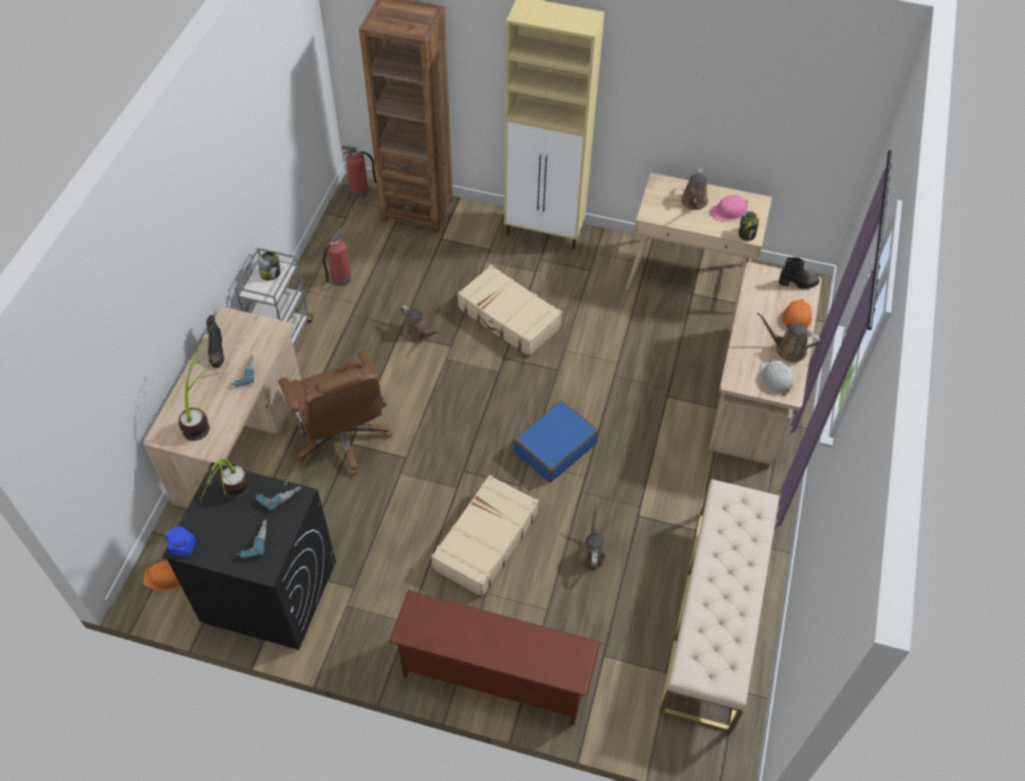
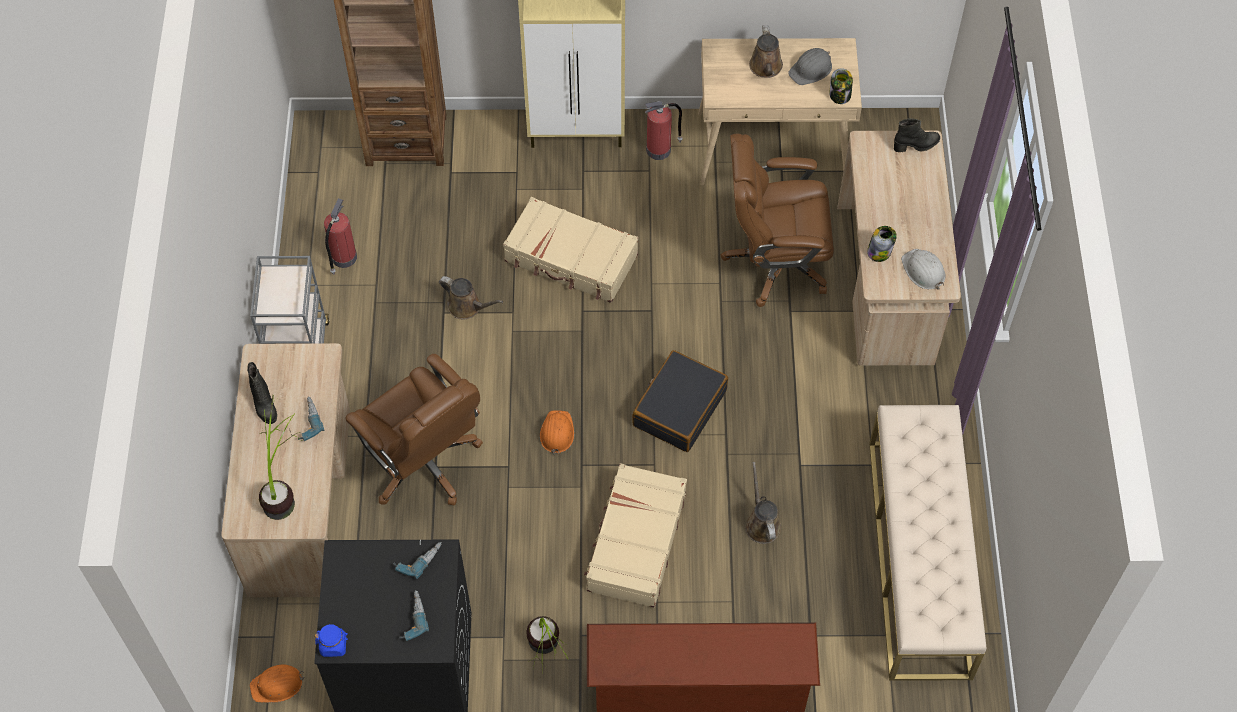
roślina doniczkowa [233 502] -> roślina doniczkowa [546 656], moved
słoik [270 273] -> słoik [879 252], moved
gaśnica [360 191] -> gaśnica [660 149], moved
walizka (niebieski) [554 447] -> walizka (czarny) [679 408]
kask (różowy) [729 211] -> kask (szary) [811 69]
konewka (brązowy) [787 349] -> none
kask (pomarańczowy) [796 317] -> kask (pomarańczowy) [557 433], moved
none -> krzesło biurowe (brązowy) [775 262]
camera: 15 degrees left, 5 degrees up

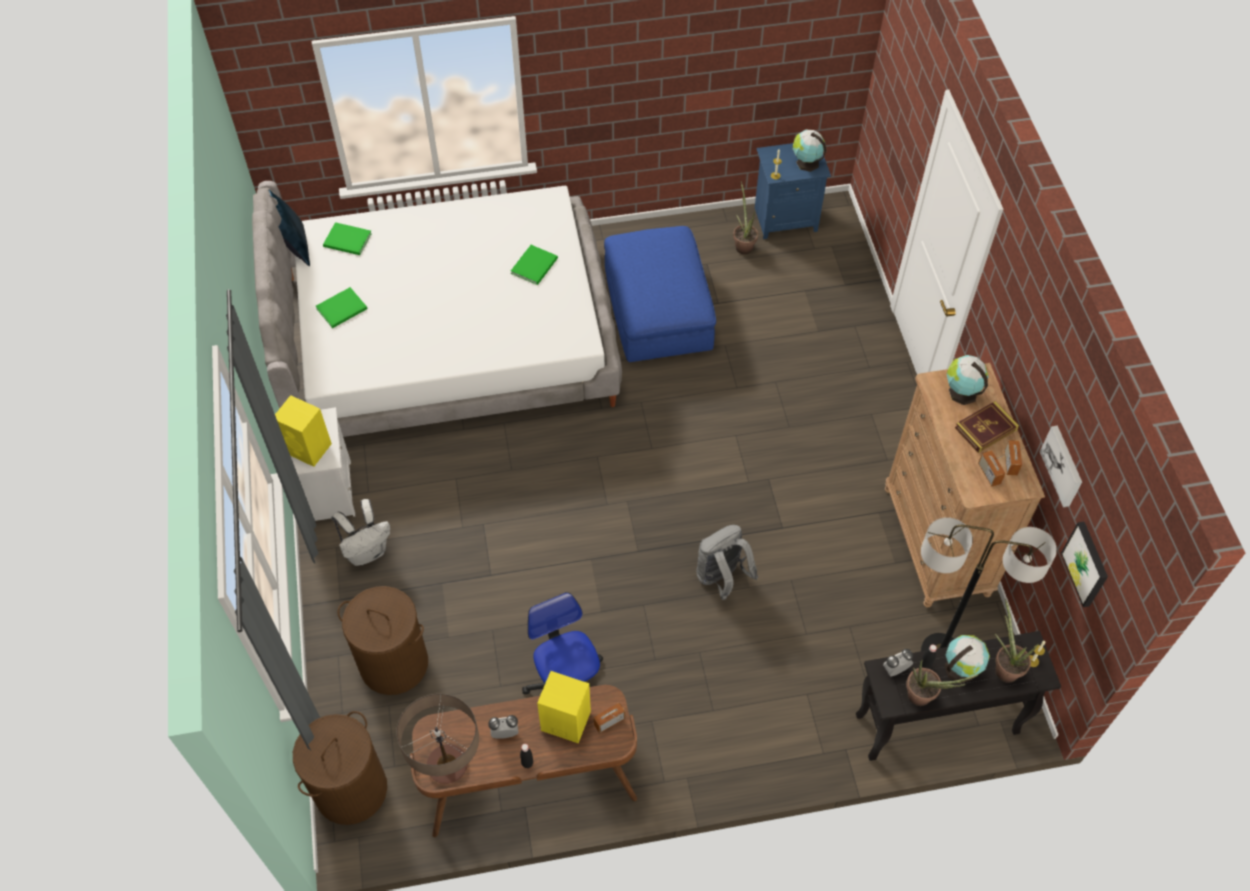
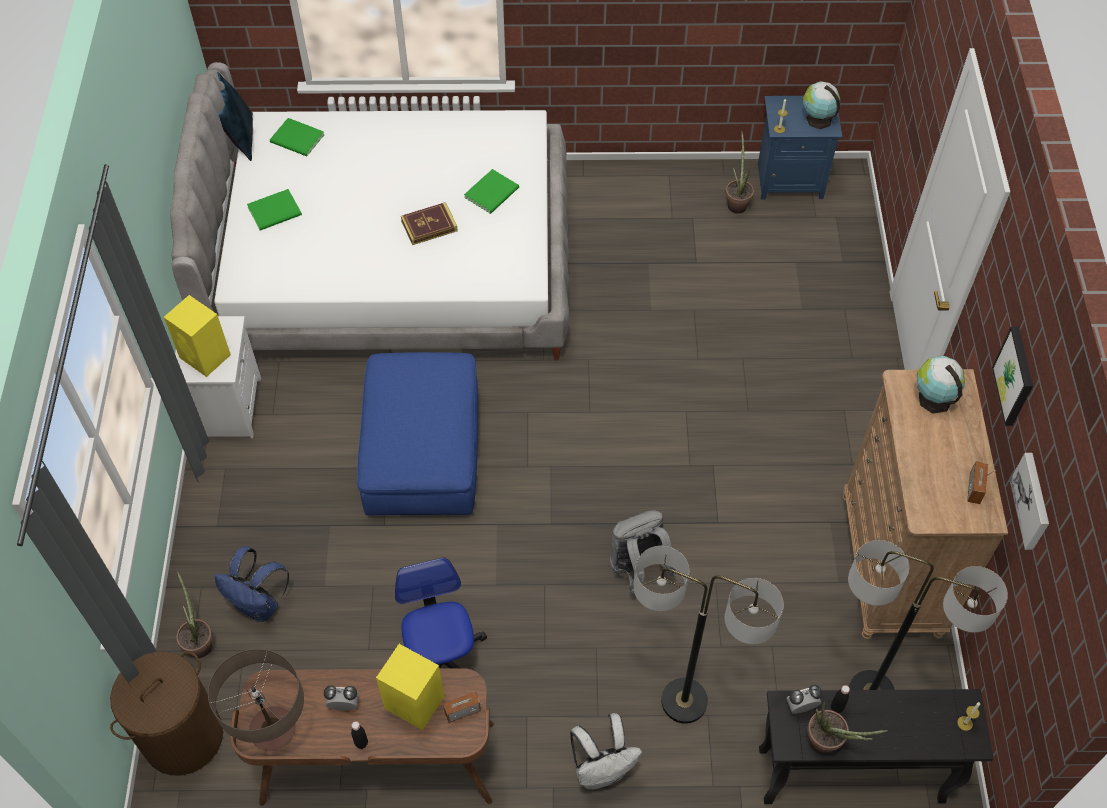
plecak (biały) [367 551] -> plecak (biały) [602 770], moved
kosz na pranie (brązowy) [394 663] -> plecak (niebieski) [259 605]
pufa (niebieski) [657 310] -> pufa (niebieski) [422 450], moved
globus [961 668] -> none
książka [985 429] -> książka [429 226], moved
radio [989 474] -> none
roślina doniczkowa [1004 667] -> roślina doniczkowa [199 641], moved
obraz [1086 564] -> obraz [1015 376], moved
none -> lampa stojąca [684 701]
camera: 10 degrees right, 0 degrees up

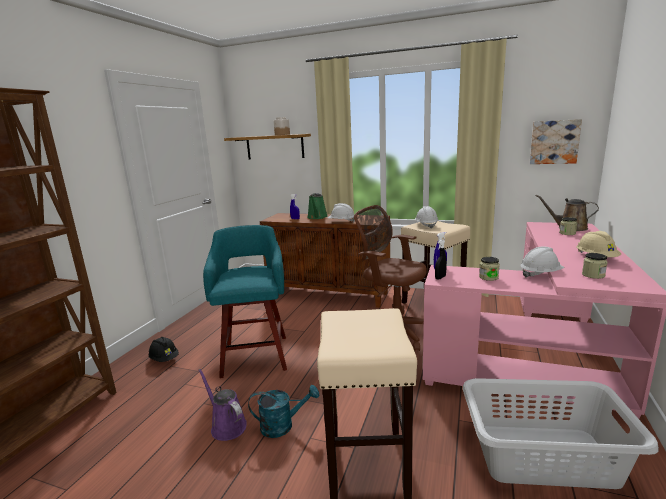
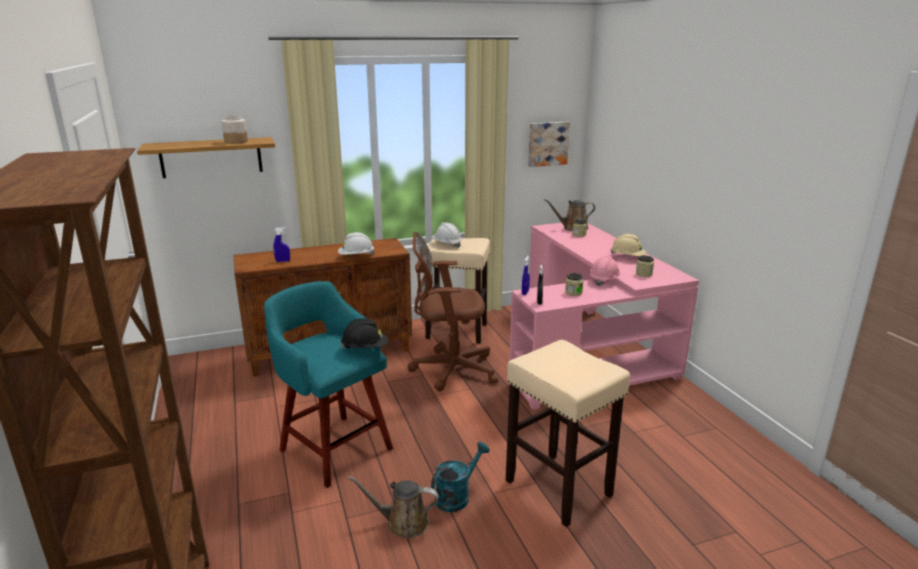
kask (czarny) [164 359] -> kask (czarny) [365 348], moved
konewka (fioletowy) [226 425] -> konewka (brązowy) [403 523]
konewka (zielony) [317 217] -> none
kosz na pranie (szary) [544 456] -> none
kask (biały) [540 274] -> kask (różowy) [604 280]
camera: 40 degrees left, 5 degrees up

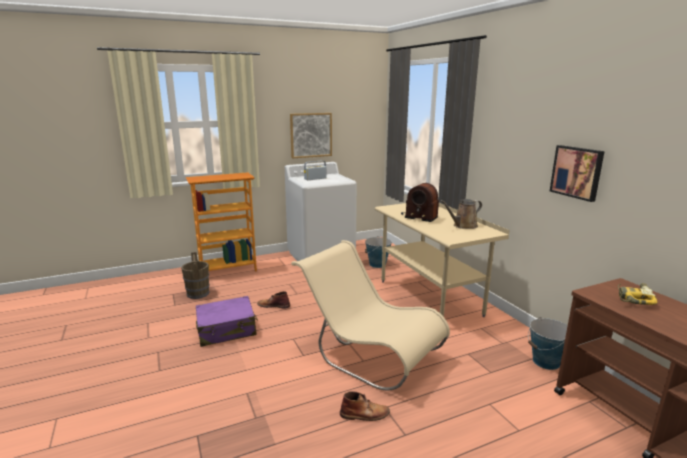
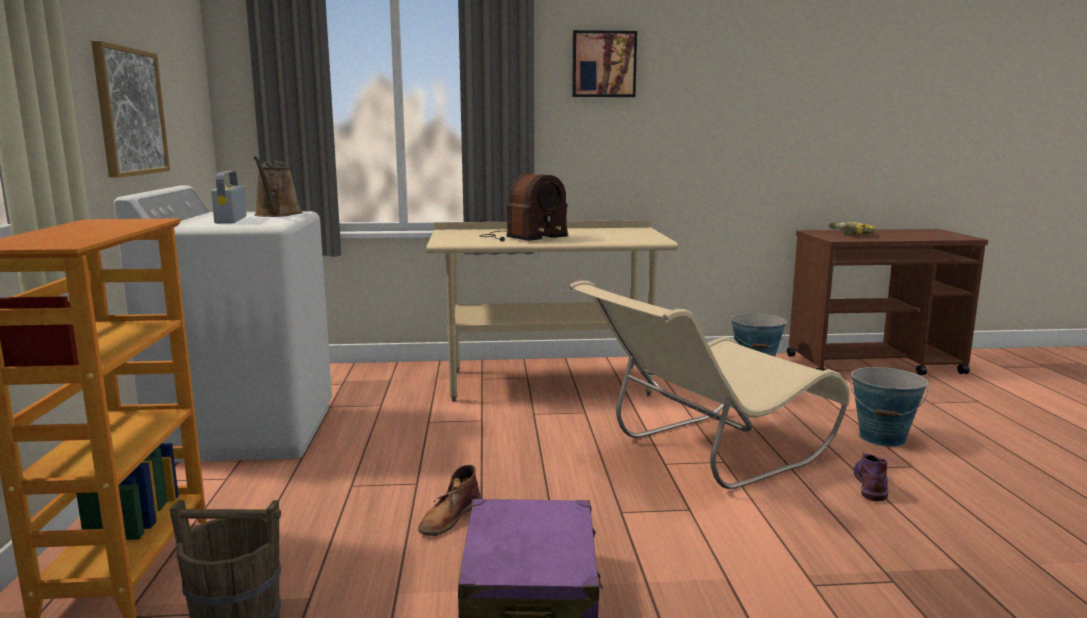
but z cholewką (brązowy) [365 414] -> but z cholewką (fioletowy) [870 484]
wiadro [377 264] -> wiadro [882 438], moved
konewka (brązowy) [463 226] -> konewka (brązowy) [277 215], moved
obraz [577 172] -> obraz [603 64], moved
camera: 70 degrees left, 5 degrees down

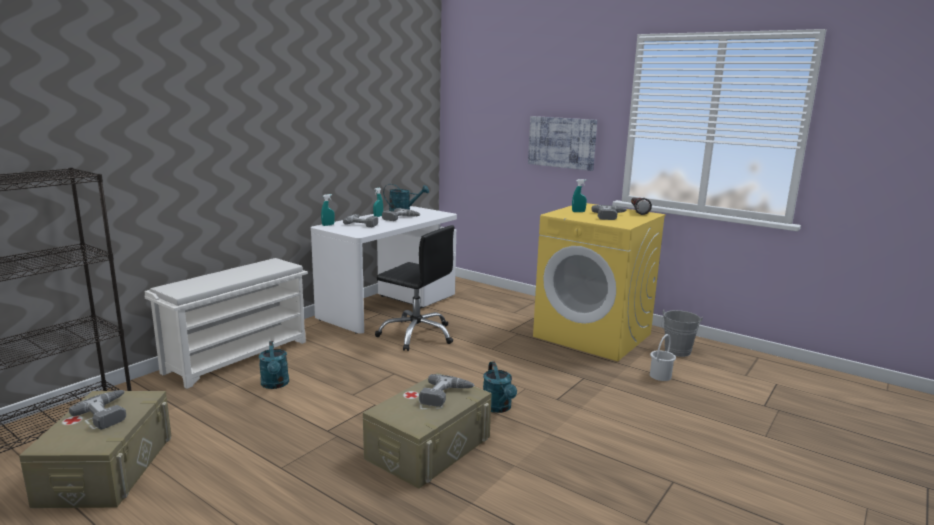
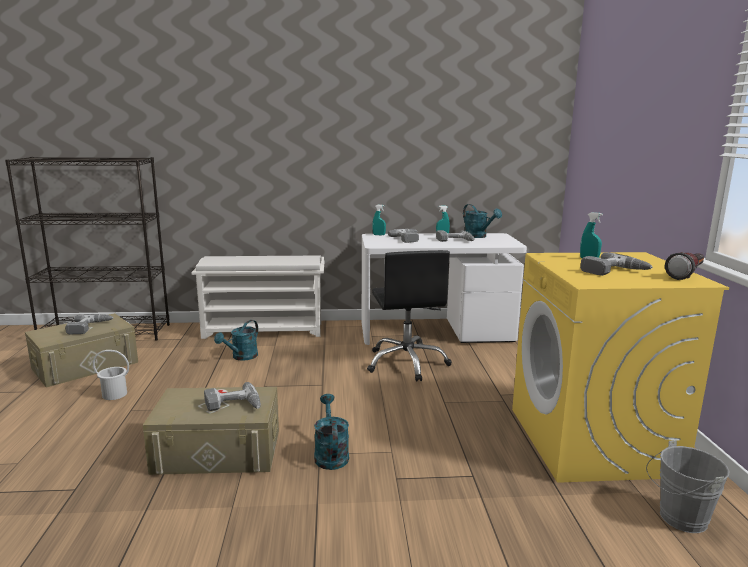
konewka (turkusowy) [498 408] -> konewka (turkusowy) [330 454], 135 degrees clockwise
obraz [562 142] -> none
wiadro (biały) [660 376] -> wiadro (biały) [114 394], moved
camera: 50 degrees right, 0 degrees up

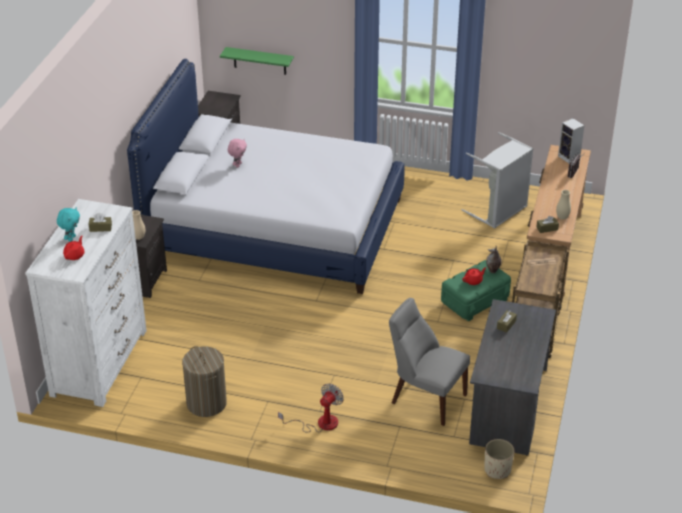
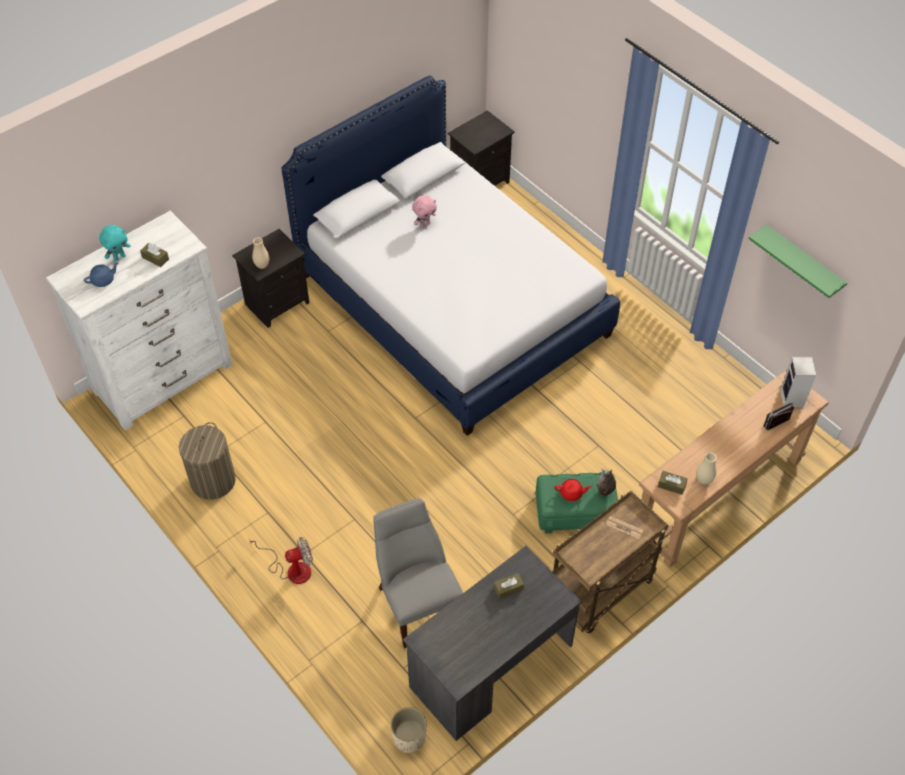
imbryk (czerwony) [74 255] -> imbryk (niebieski) [103 280]
półka (zielony) [259 61] -> półka (zielony) [802 264], moved
kosz na pranie (szary) [499 212] -> none
camera: 35 degrees right, 15 degrees up

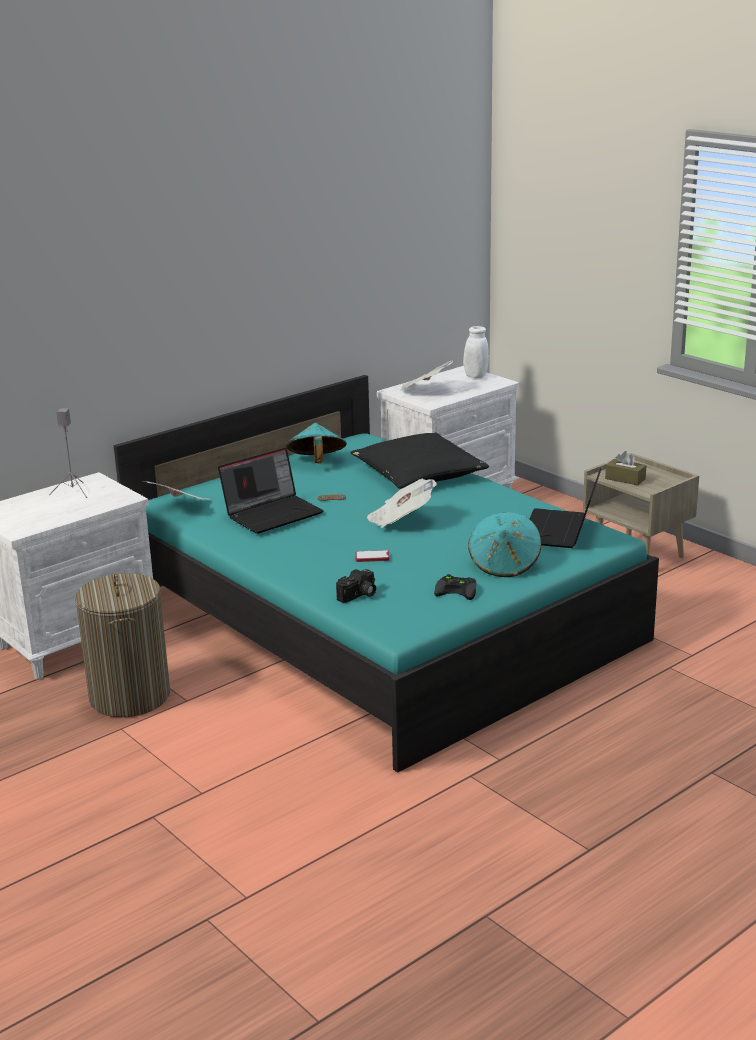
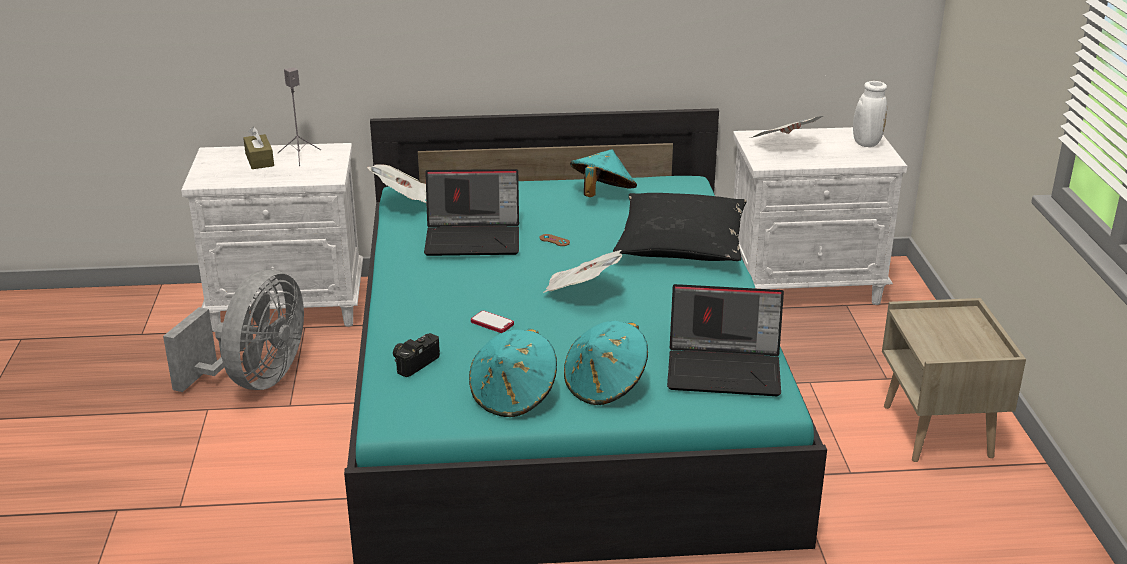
kosz na pranie [129 696] -> wentylator (szary) [254 380]
aparat fotograficzny [359 596] -> aparat fotograficzny [414 362], 135 degrees clockwise
pad do gier (czarny) [458 590] -> kapelusz (turkusowy) [514 396]
laptop [561 531] -> laptop [725 369], 135 degrees counterclockwise
pudełko chusteczek (brązowy) [625 479] -> pudełko chusteczek (brązowy) [259 160], moved
camera: 35 degrees right, 5 degrees up

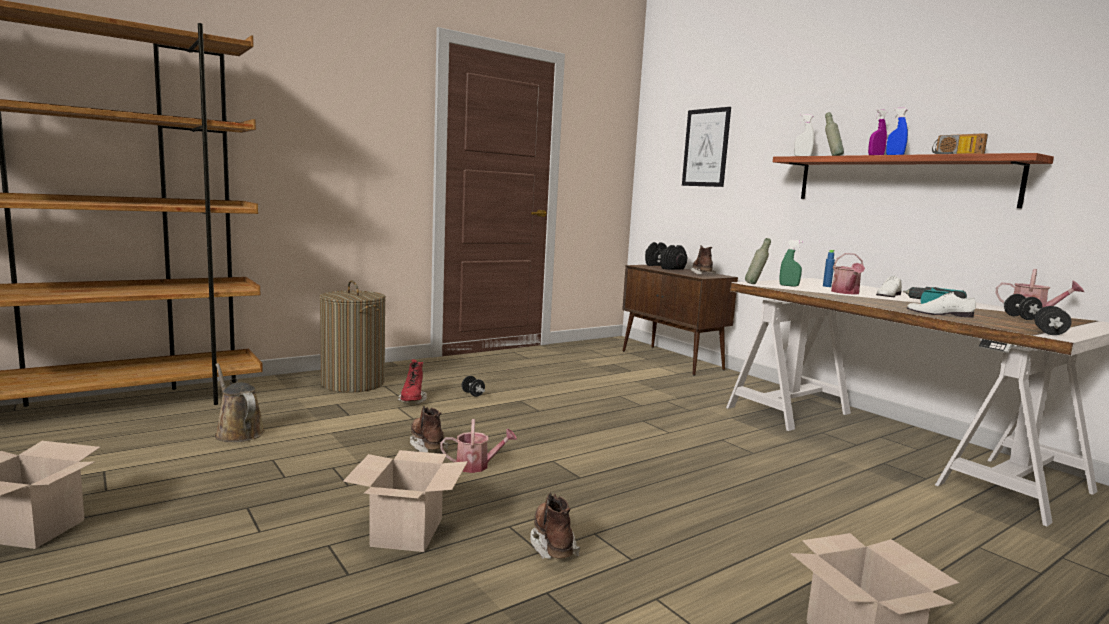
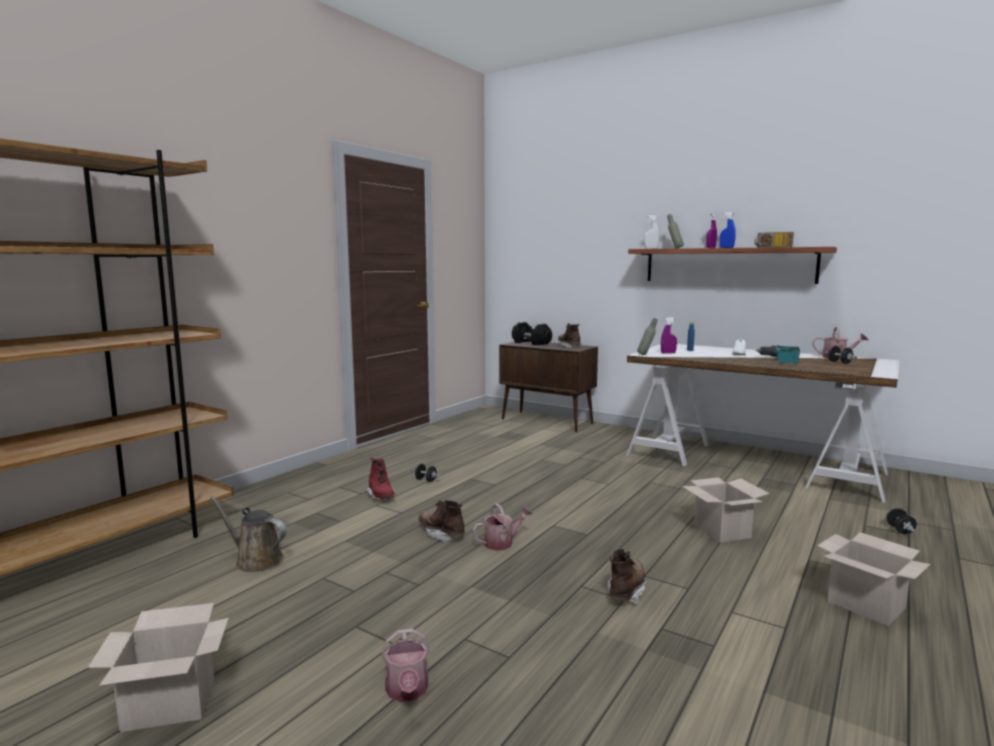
kosz na pranie [353 383] -> none
karton [406 531] -> karton [720 530], moved
but z cholewką (brązowy) [552 544] -> but z cholewką (brązowy) [626 592], 60 degrees clockwise
obraz [706 147] -> none
spryskiwacz (zielony) [789 285] -> spryskiwacz (fioletowy) [668 353]
konewka [846 293] -> konewka [407 691], moved
but (biały) [939 314] -> none
hantel (czarny) [1049 333] -> hantel (czarny) [900 530], moved
camera: 20 degrees left, 0 degrees up

